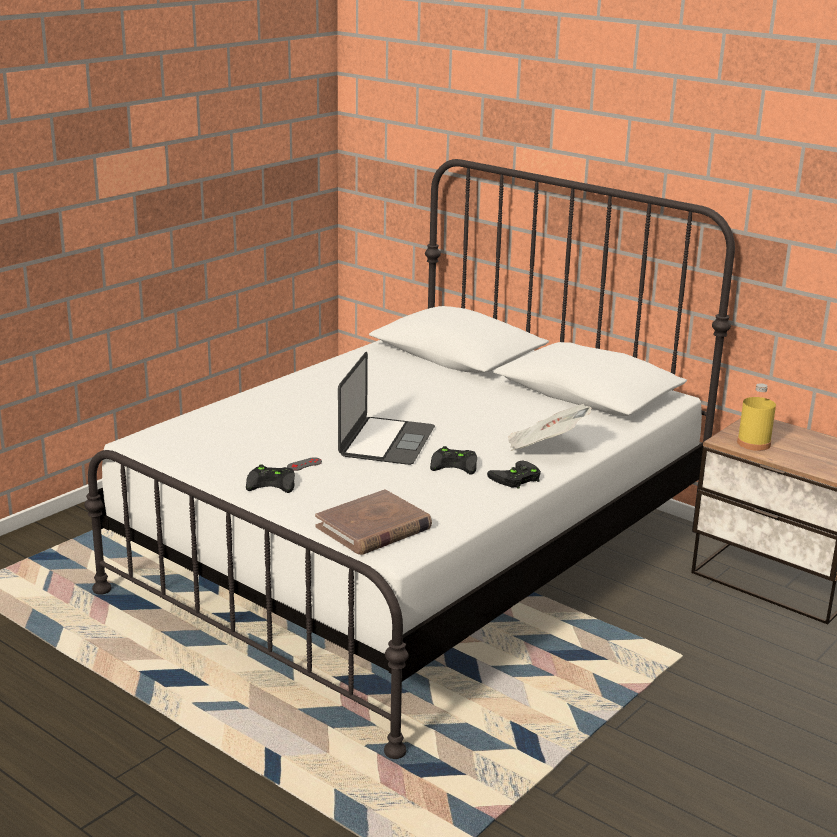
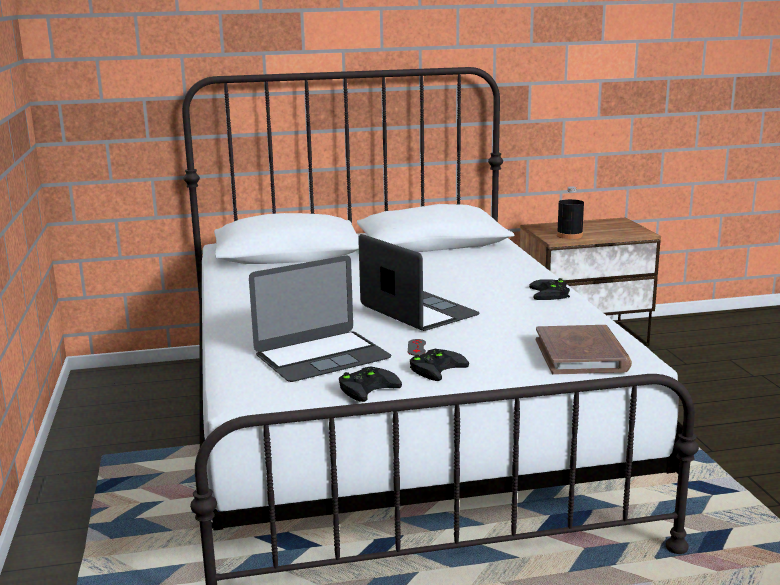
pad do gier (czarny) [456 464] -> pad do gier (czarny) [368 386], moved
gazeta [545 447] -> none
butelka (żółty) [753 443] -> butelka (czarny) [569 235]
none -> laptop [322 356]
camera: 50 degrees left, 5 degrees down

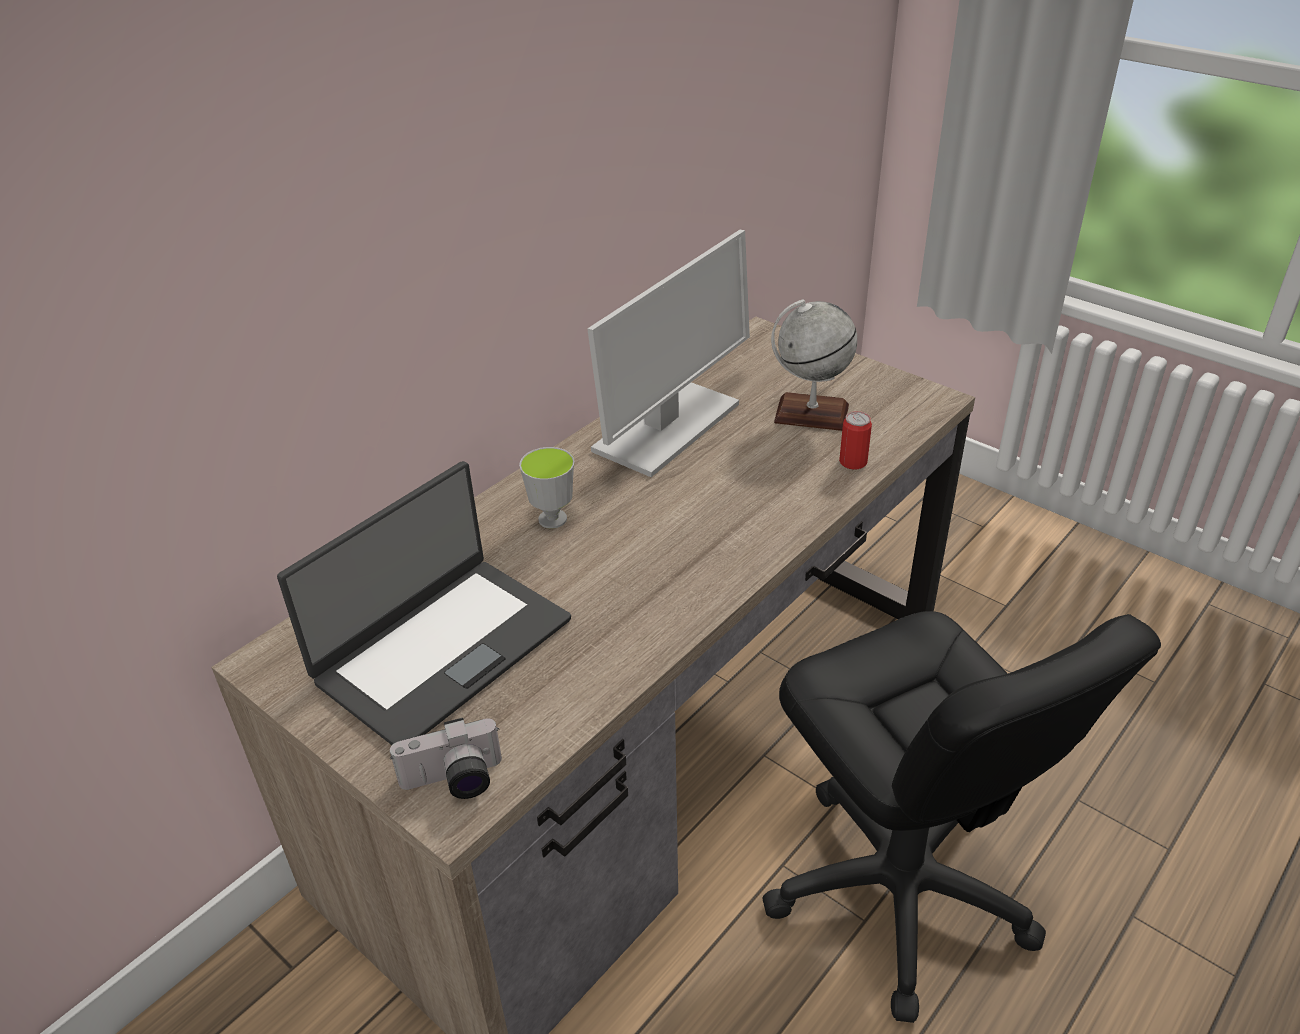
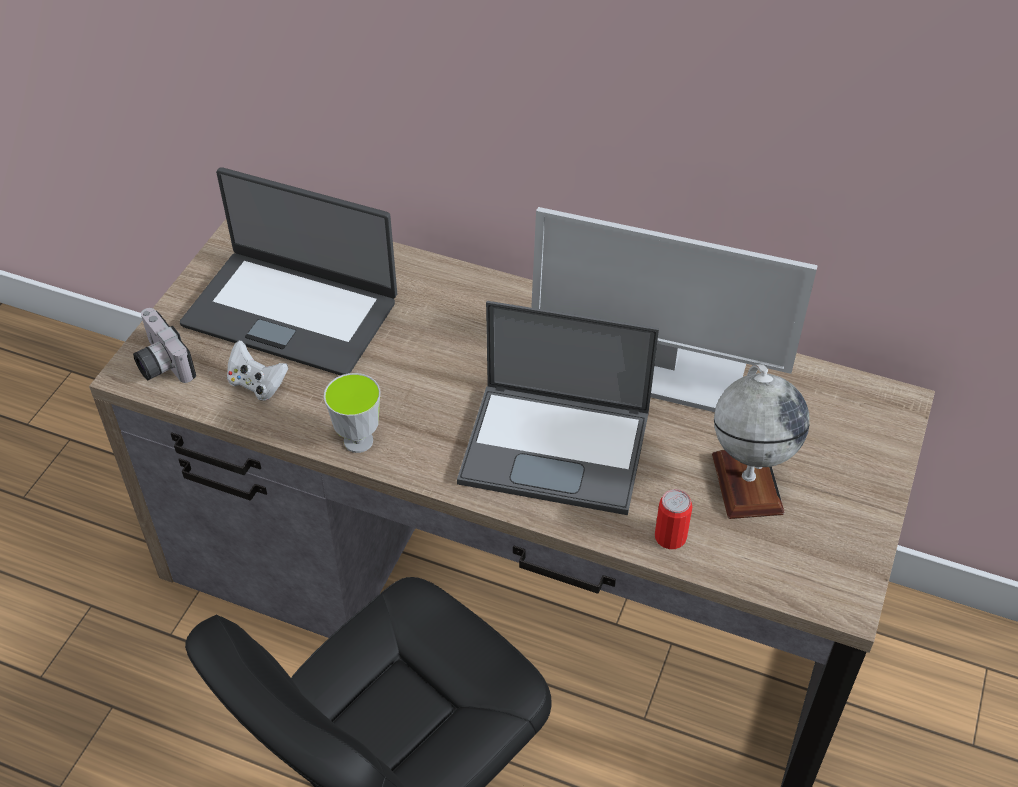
filiżanka [552 519] -> filiżanka [358 441], moved
none -> pad do gier (biały) [257 384]
none -> laptop [558 447]
camera: 70 degrees right, 10 degrees up

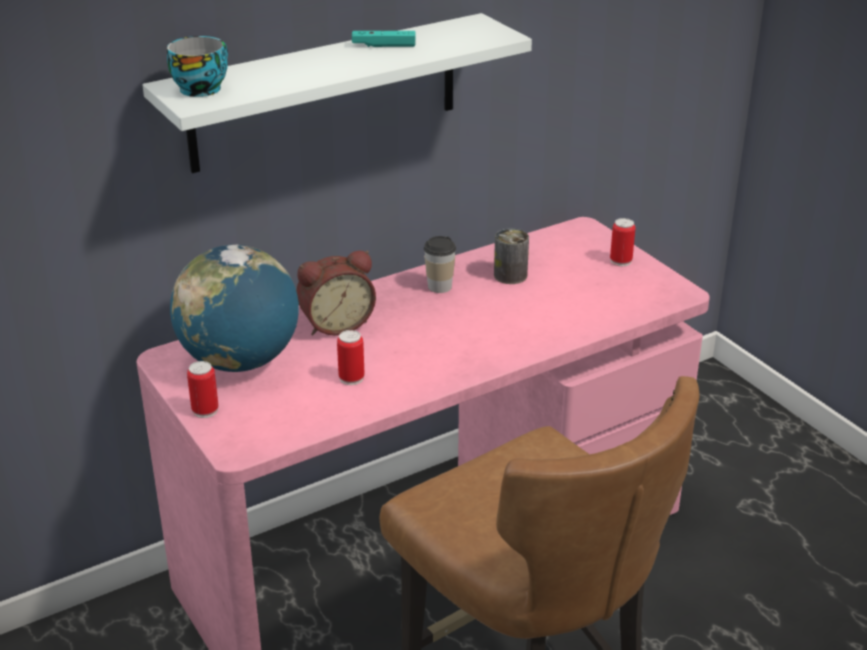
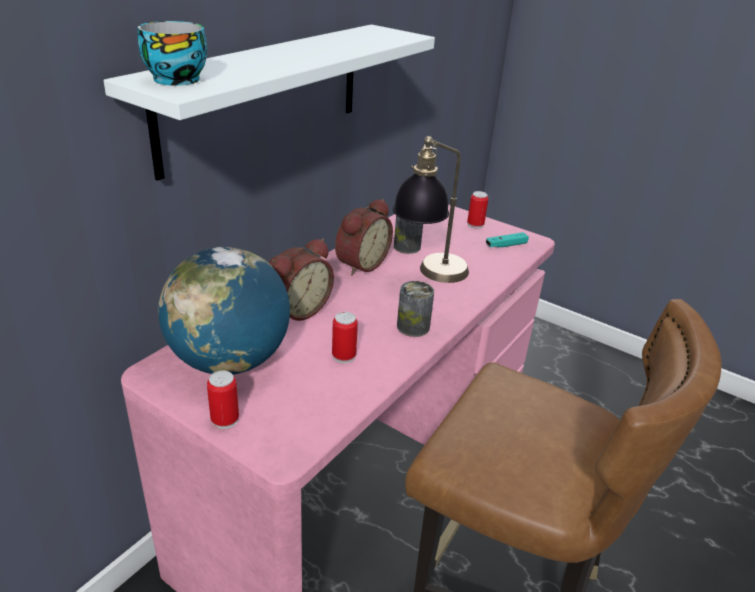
pad do gier (turkusowy) [383 45] -> pad do gier (turkusowy) [506 245], moved
filiżanka [439 286] -> budzik [360 264]
none -> lampa stołowa [428 276]
none -> puszka [413 327]
camera: 25 degrees left, 0 degrees up

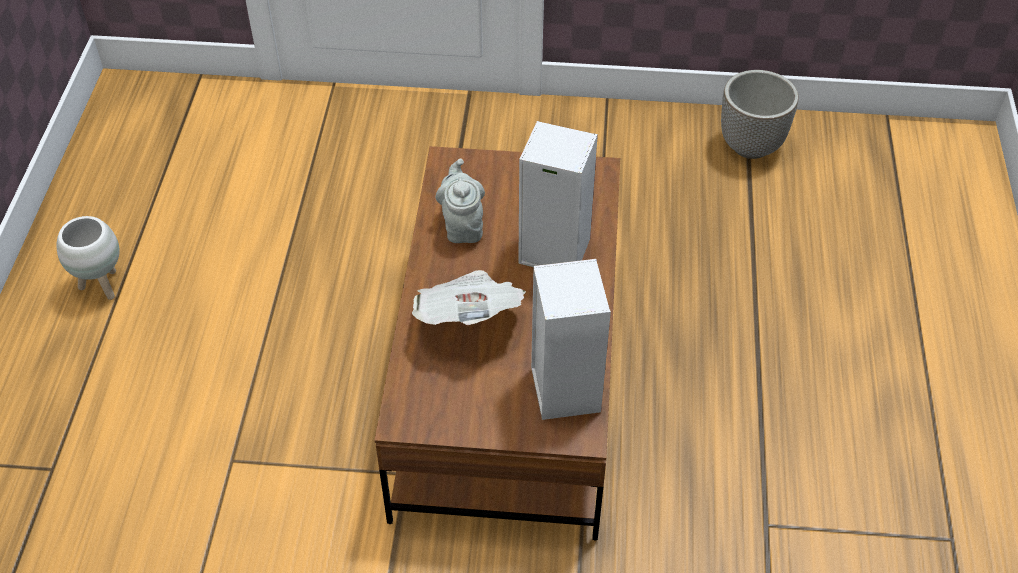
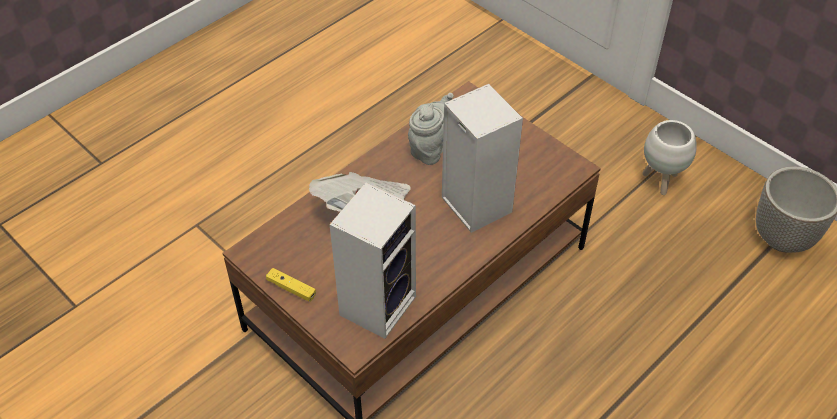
donica (biały) [102 285] -> donica (biały) [660 181], moved
none -> pad do gier (żółty) [291 288]
camera: 40 degrees right, 0 degrees up

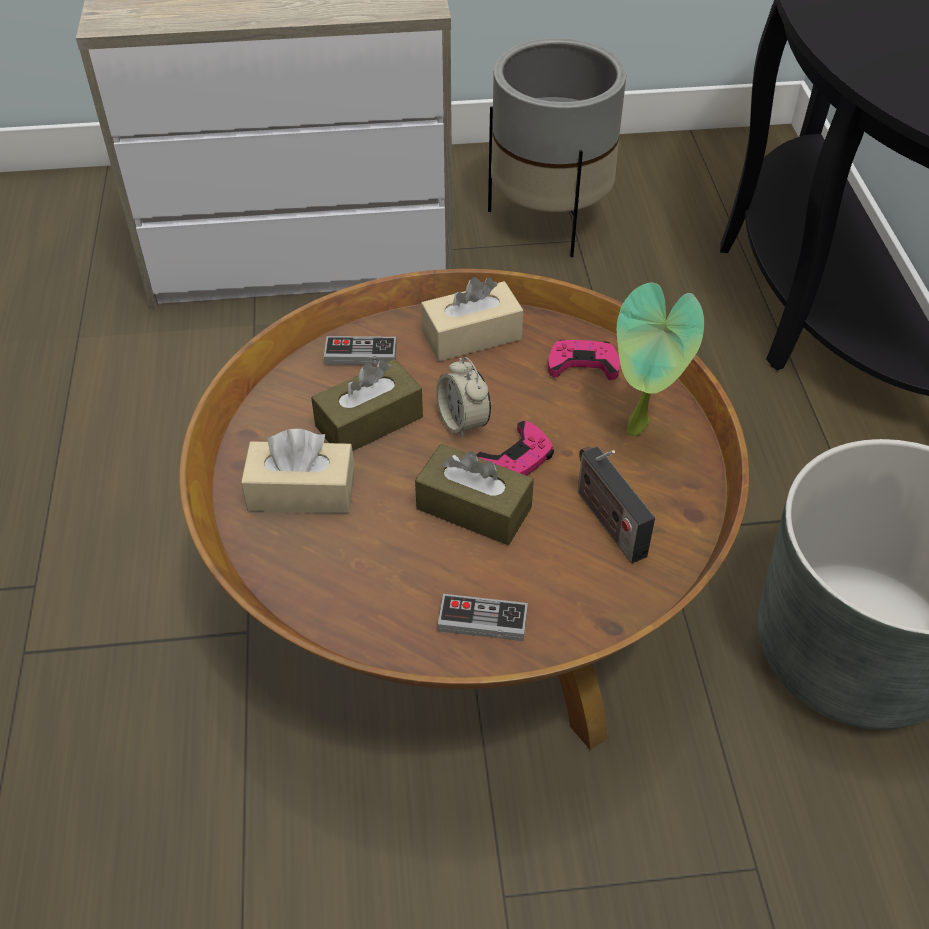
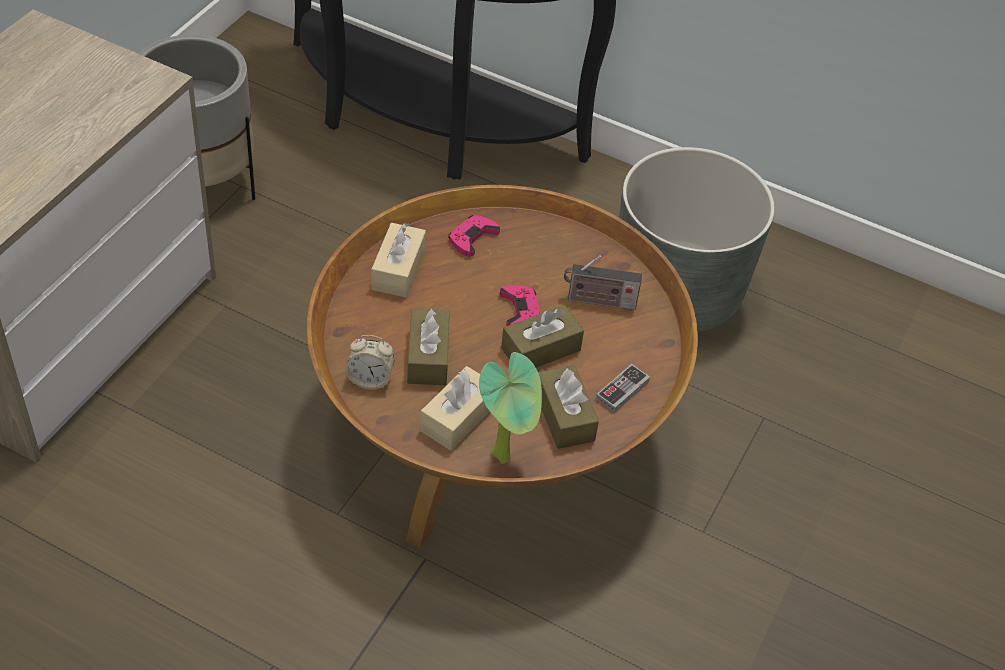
pad do gier [360 354] -> none
budzik [463 422] -> budzik [370 379], moved
roślina doniczkowa [640 430] -> roślina doniczkowa [506 455], moved
none -> pudełko chusteczek (brązowy) [564 416]
camera: 60 degrees left, 0 degrees up

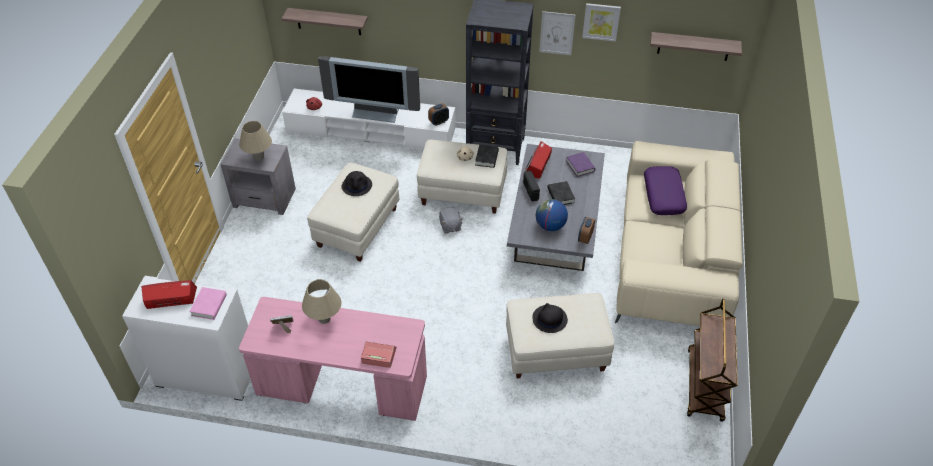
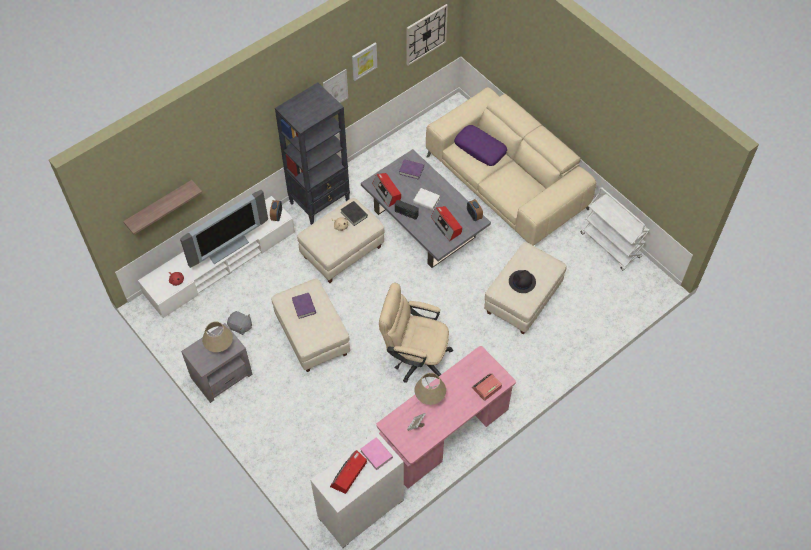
kapelusz (czarny) [357 186] -> książka (fioletowy) [304 307]
pluszak (szary) [450 226] -> pluszak (szary) [240 327], moved
globus [550 226] -> radio [446 226]
książka (czarny) [560 195] -> książka (biały) [426 200]
półka [693 46] -> zegar ścienny [426 34]
wózek (brązowy) [705 385] -> wózek (biały) [611 245]
none -> krzesło biurowe (beżowy) [415 357]
camera: 50 degrees left, 10 degrees up

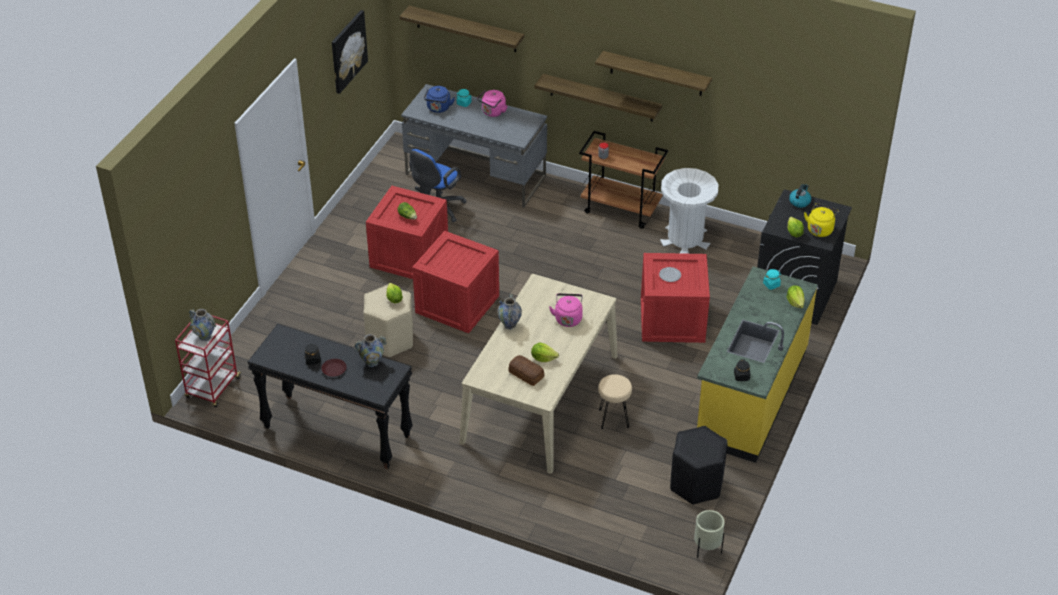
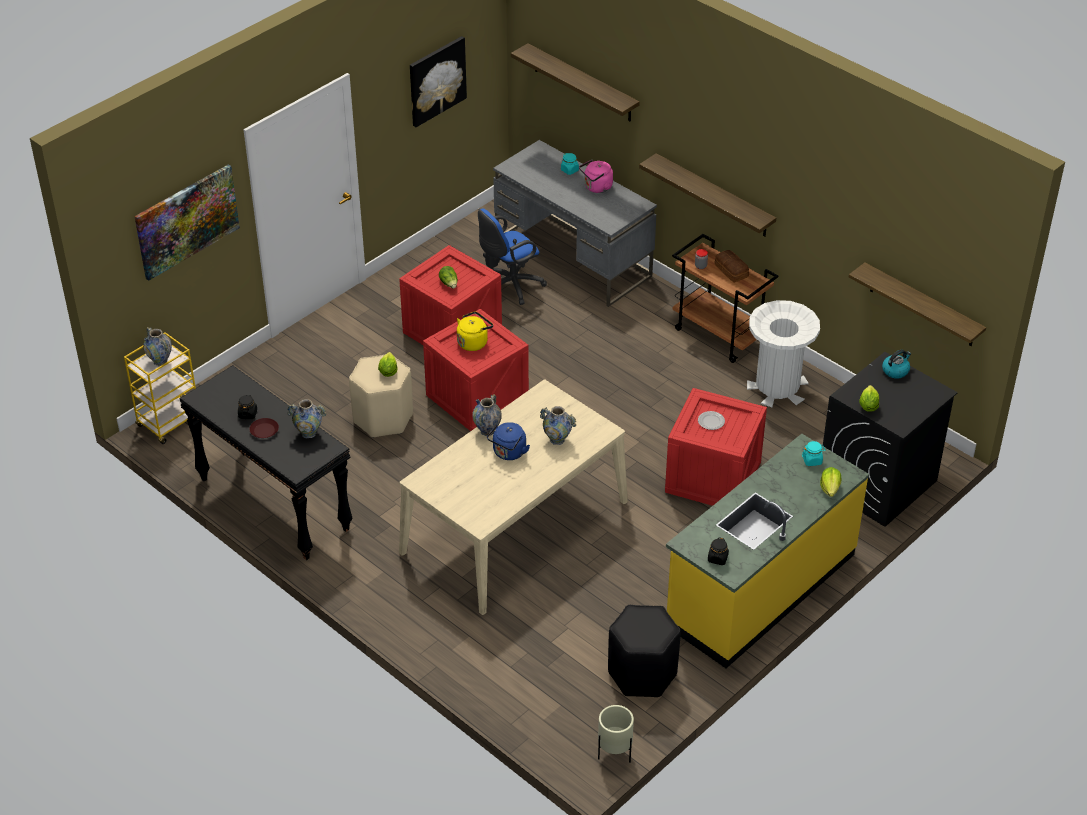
wózek (czerwony) [213 388] -> wózek (żółty) [170 423]
czajnik (niebieski) [438 108] -> czajnik (niebieski) [508 453], moved
chleb [526 375] -> chleb [731 271], moved
sałata [543 358] -> none
czajnik (różowy) [568 318] -> wazon [557 440]
półka [656 74] -> półka [922 306], moved
stołek (beżowy) [613 418] -> none
czajnik (żółty) [820 229] -> czajnik (żółty) [473 342], moved
none -> obraz [187 221]
camera: 20 degrees right, 0 degrees up

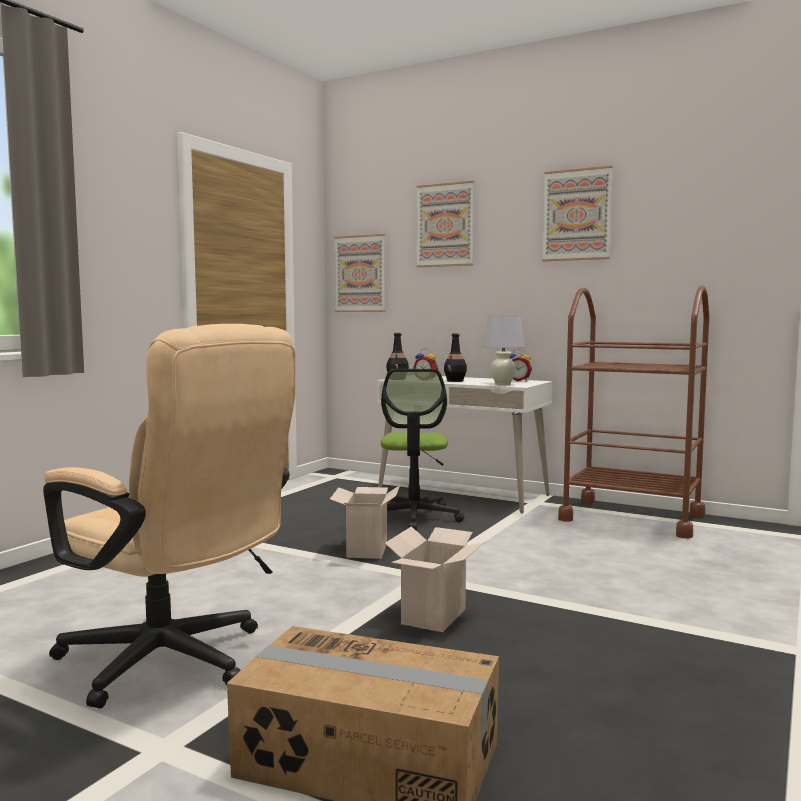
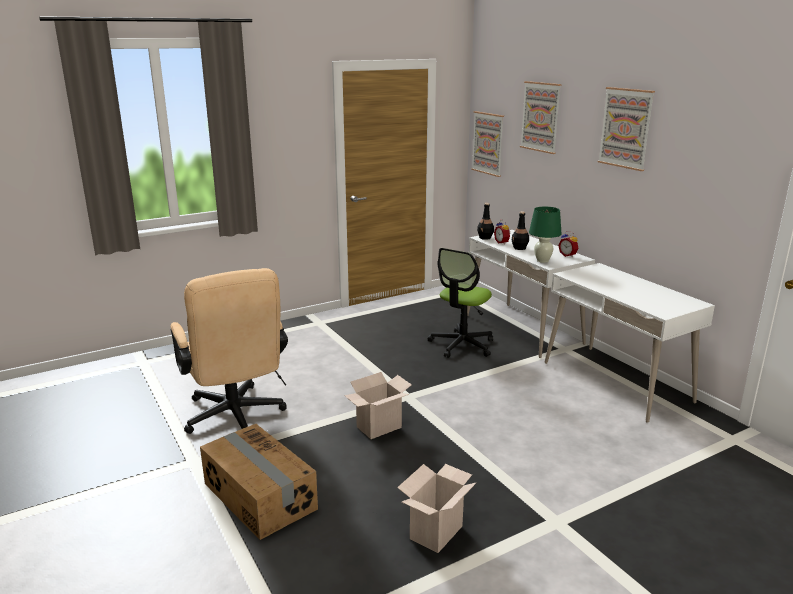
karton [366 549] -> karton [436 531], moved
lampa stołowa (biały) [503 384] -> lampa stołowa (zielony) [542 260]
wózek (brązowy) [632 517] -> biurko (biały) [616 382]
camera: 30 degrees right, 15 degrees up

